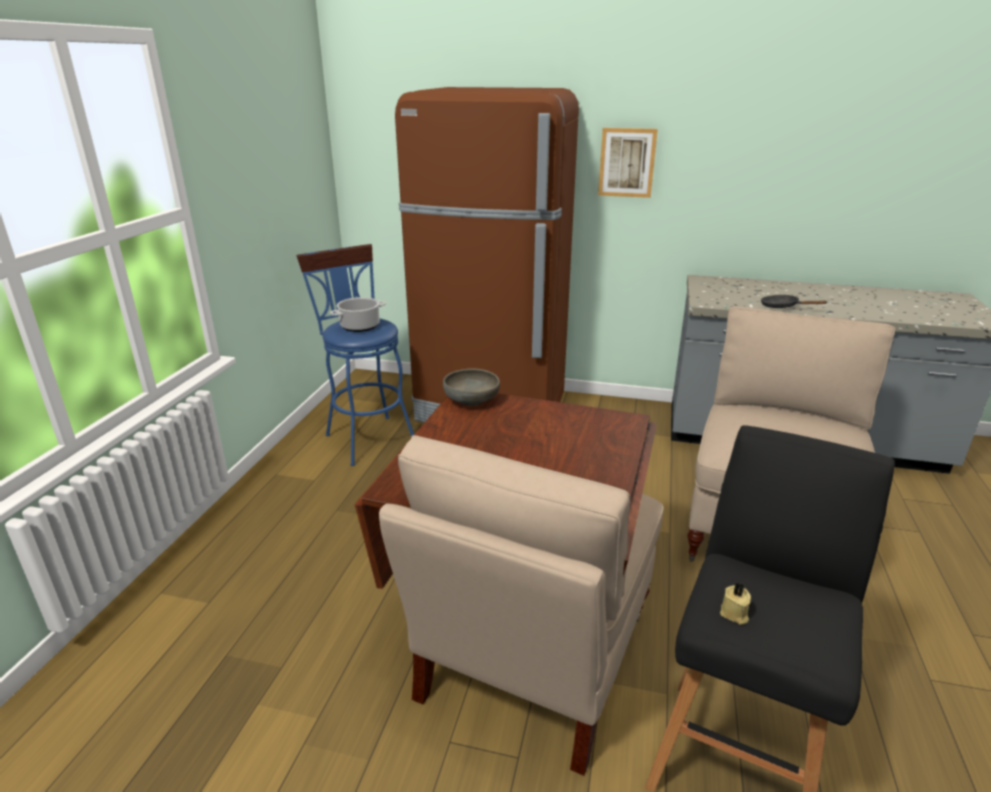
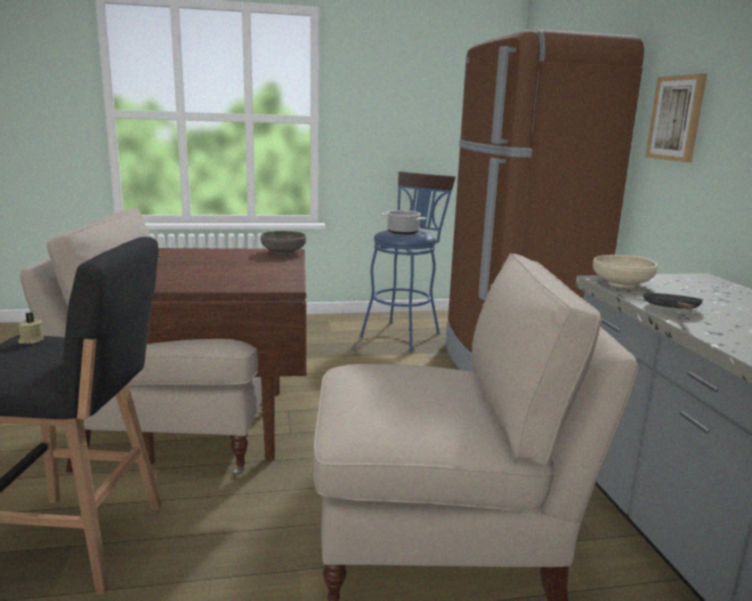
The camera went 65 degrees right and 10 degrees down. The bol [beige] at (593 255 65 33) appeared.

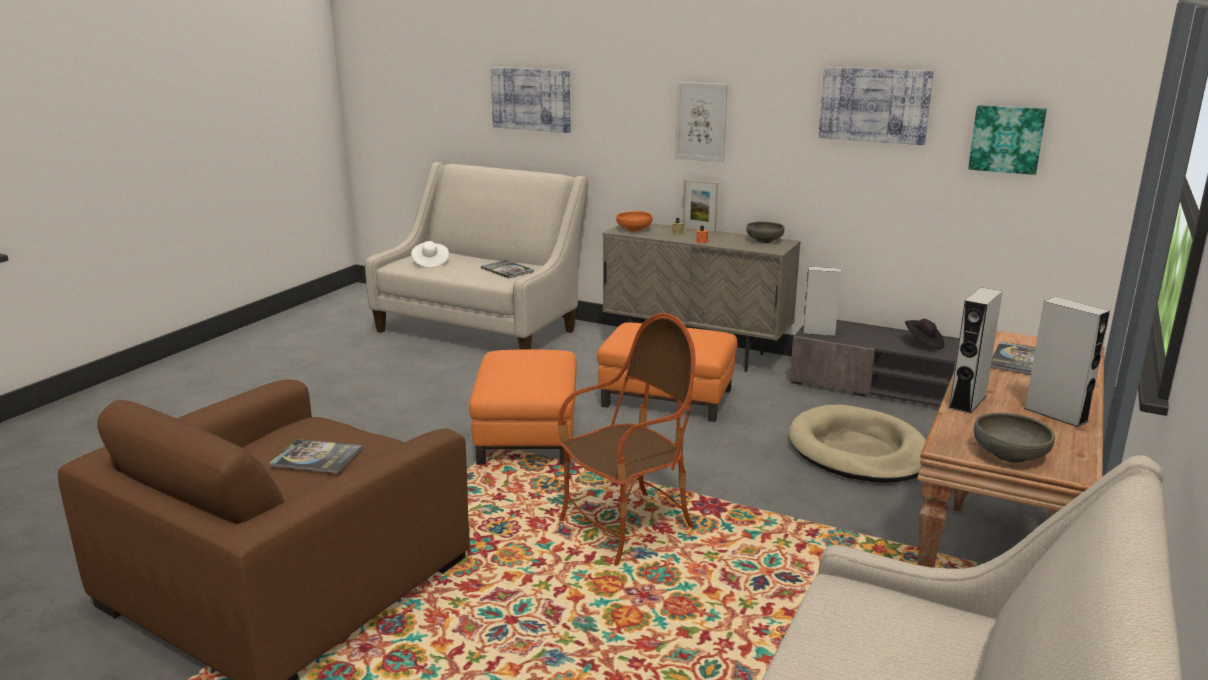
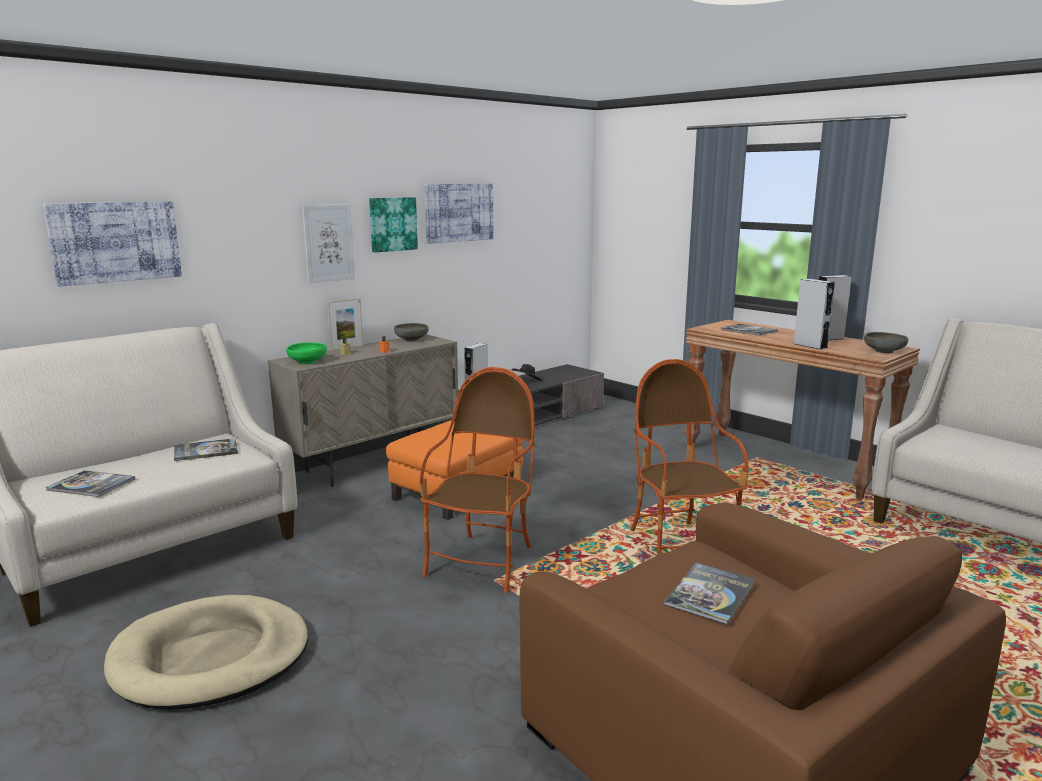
The camera went 70 degrees left and 5 degrees down. The panier pour chien [beige] moved from (789 404 137 79) to (104 595 204 115). The tableau moved from (968 105 79 70) to (369 197 49 55). The chapeau [blanc] at (411 241 38 27) was replaced by the livre at (46 470 89 27). The pouf [orange] at (469 349 108 115) was replaced by the fauteuil at (420 367 115 226). The bol [orange] at (616 211 37 21) became the bol [vert] at (286 342 41 22).

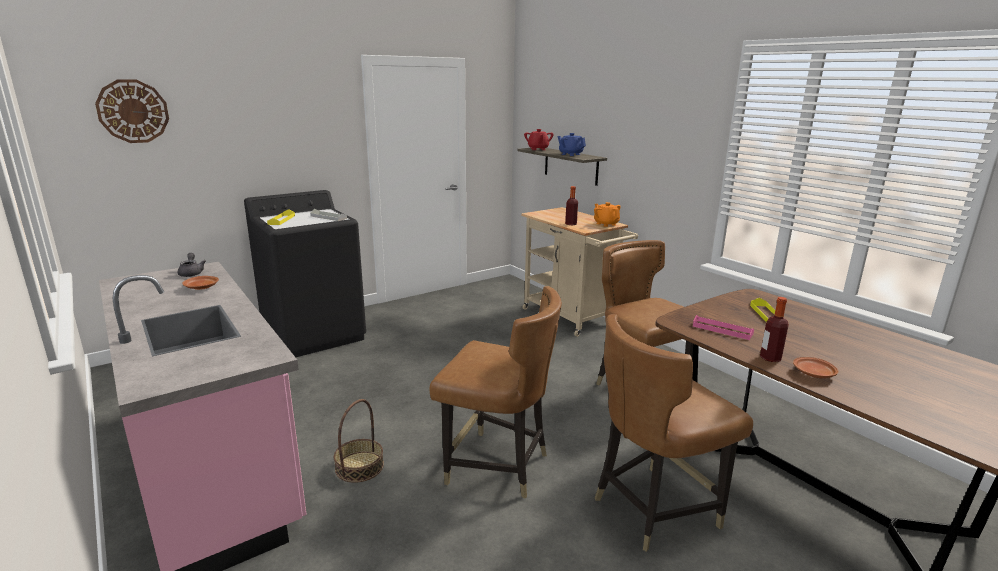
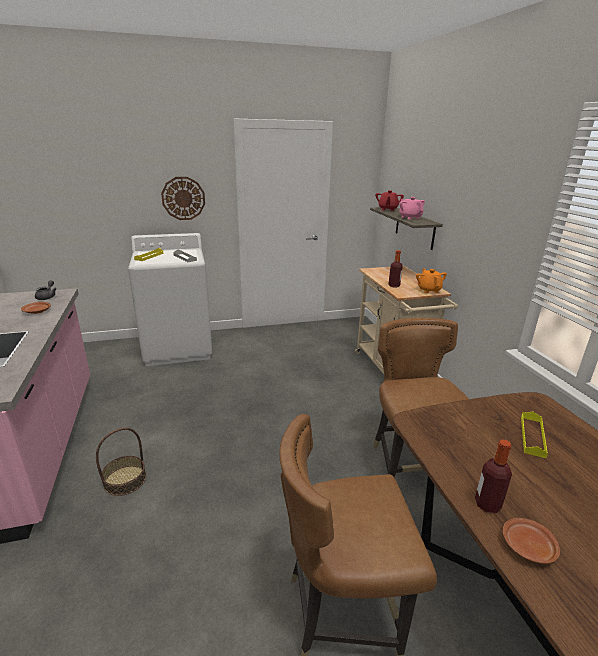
The camera went 20 degrees right and 5 degrees up. The chaise [marron] at (429 286 133 213) disappeared. The plateau [rose] at (693 315 61 25) disappeared. The horloge murale moved from (95 79 74 64) to (161 177 44 43). The lave-linge [noir] at (244 190 122 167) became the lave-linge [blanc] at (128 233 84 133). The théière [bleu] at (557 133 29 23) became the théière [rose] at (399 197 26 23).

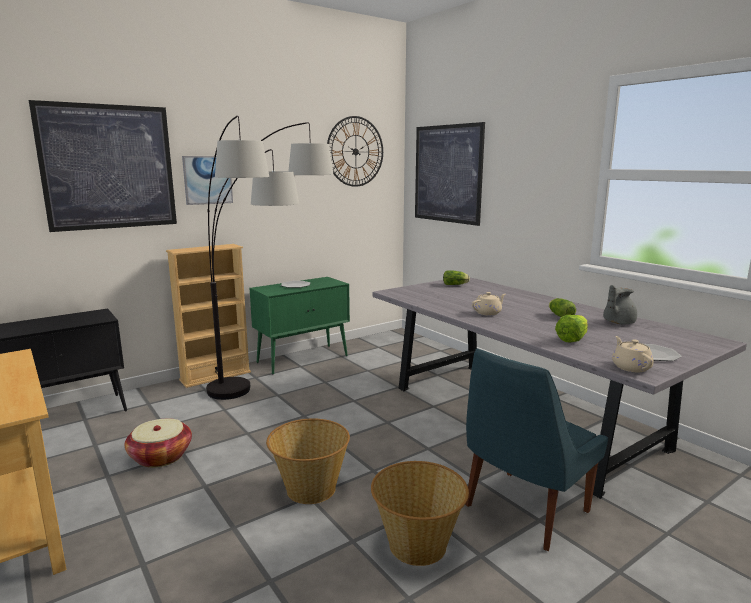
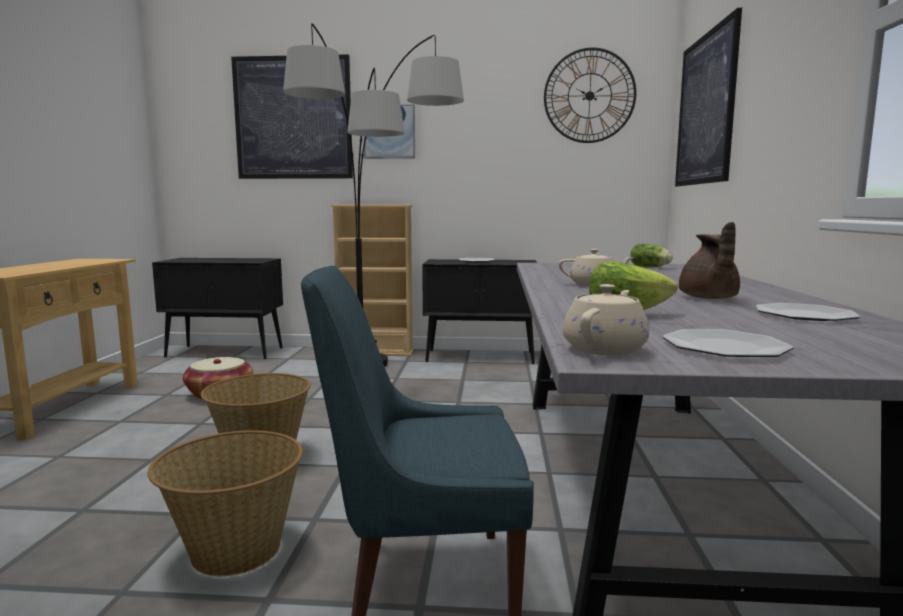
The camera went 40 degrees right and 5 degrees down. The laitue at (549 298 27 19) was replaced by the théière [marron] at (679 222 61 77). The théière [gris] at (603 285 34 40) was replaced by the assiette at (756 303 105 18). The meuble de rangement [vert] at (250 277 100 98) became the meuble de rangement [noir] at (422 259 115 105).

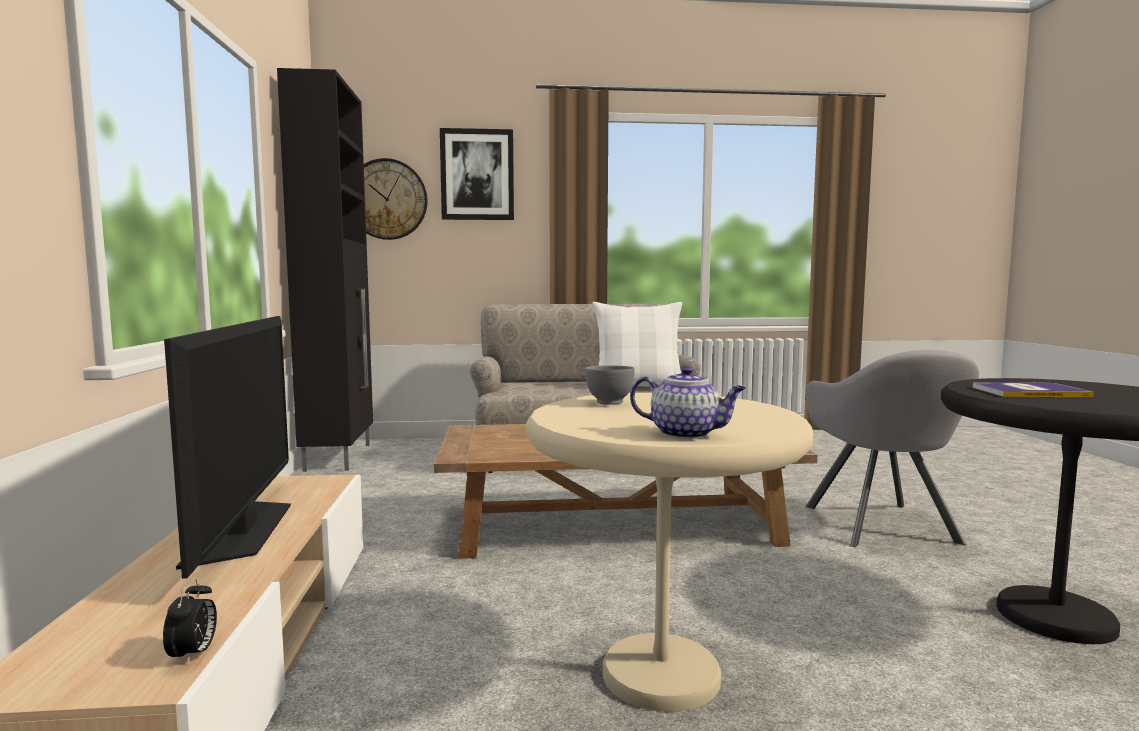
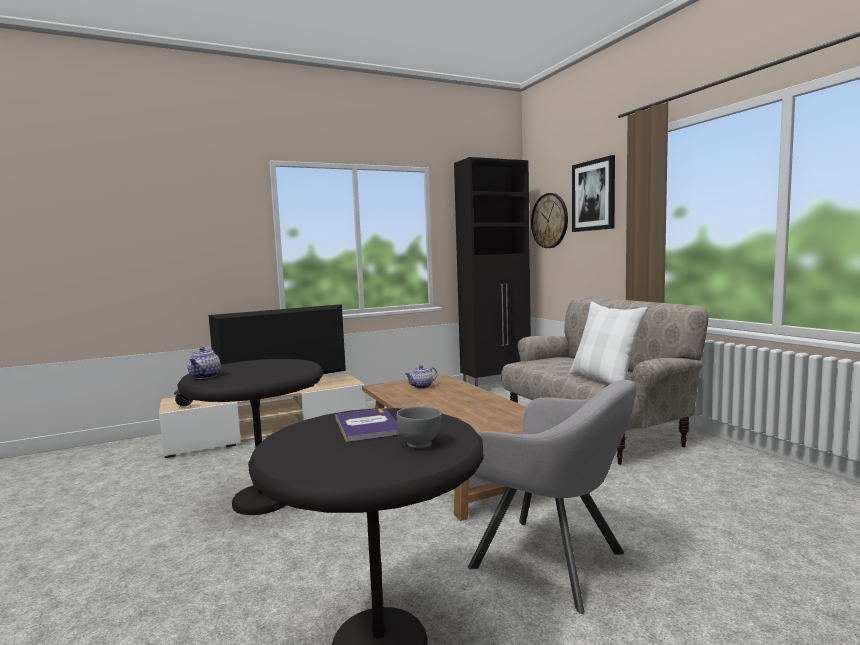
The camera went 70 degrees right and 0 degrees up. The théière at (405 365 32 24) appeared. The bol [gris] moved from (585 365 50 40) to (397 406 45 42). The table d'appoint [beige] at (526 393 287 319) became the table d'appoint [noir] at (177 359 146 156). The fauteuil [gris] at (806 350 173 197) turned 120 degrees counterclockwise.

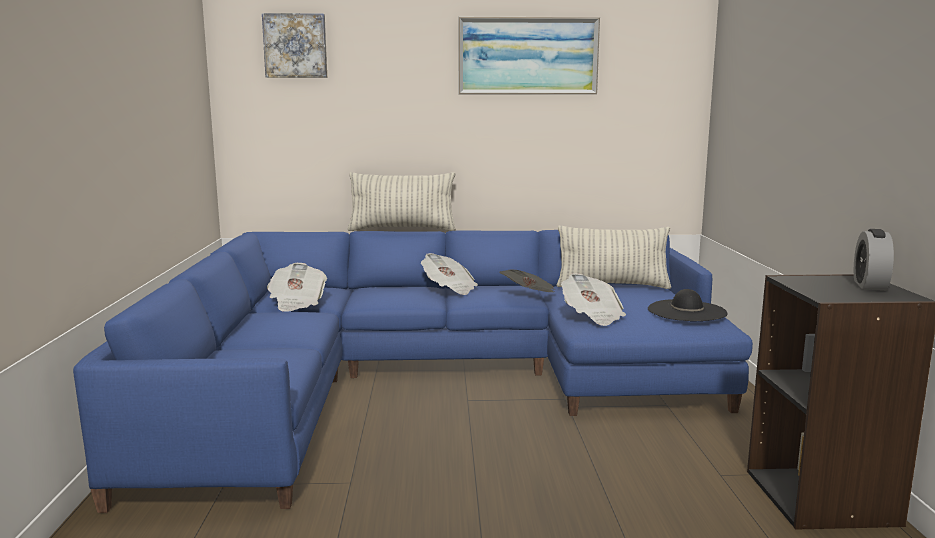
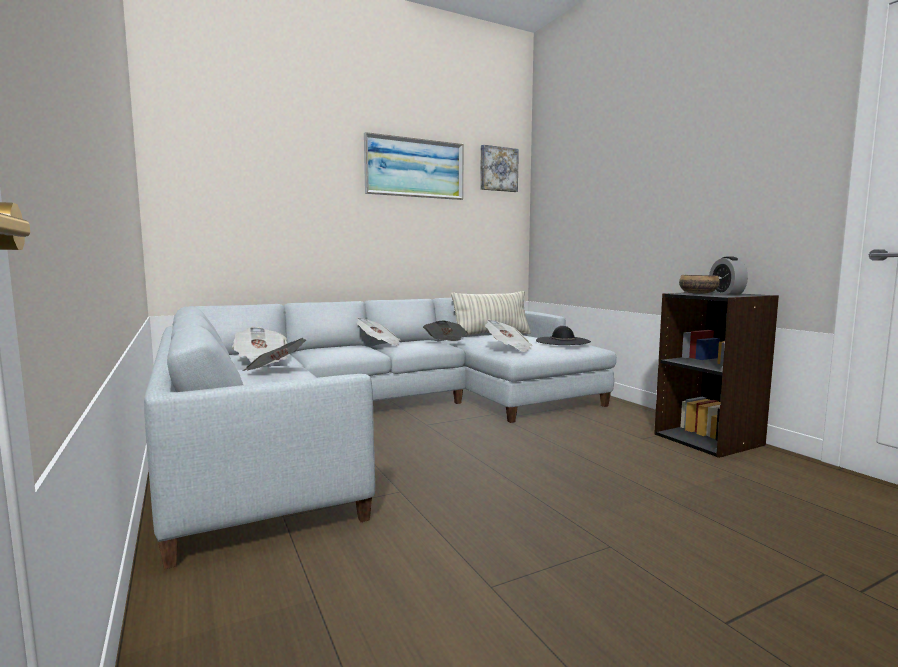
The camera went 25 degrees left and 5 degrees down. The coussin at (348 172 108 59) disappeared. The journal at (242 338 64 33) appeared. The bol at (679 275 41 19) appeared. The tableau moved from (262 13 65 65) to (480 145 39 47). The canapé [bleu] at (73 230 680 283) became the canapé [gris] at (144 298 472 271).

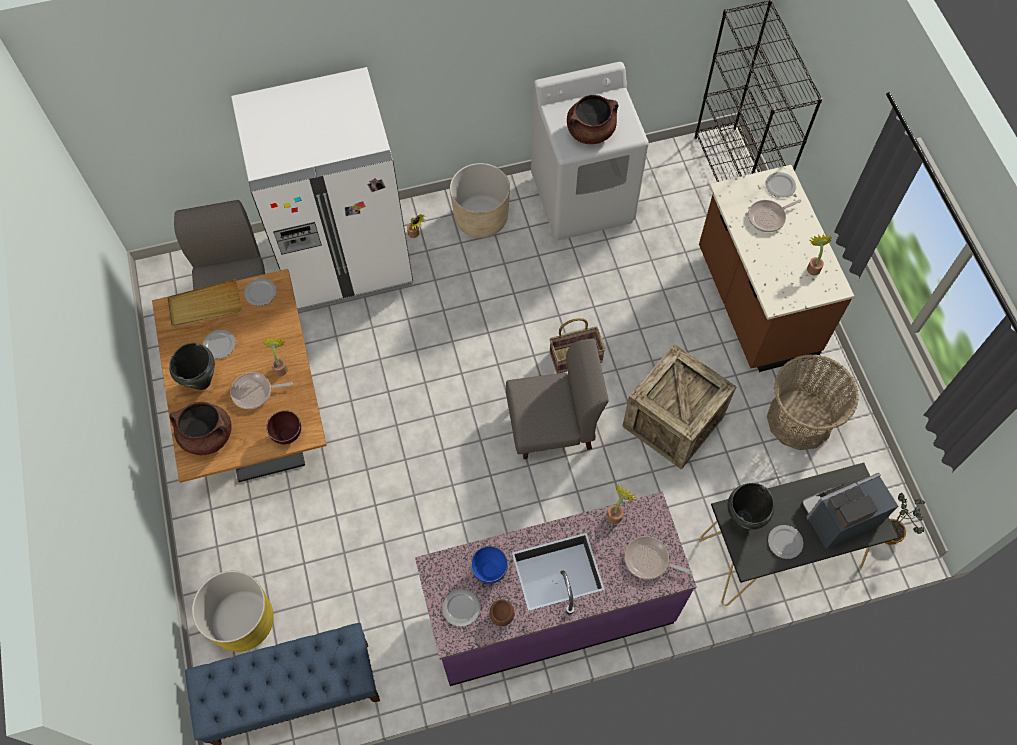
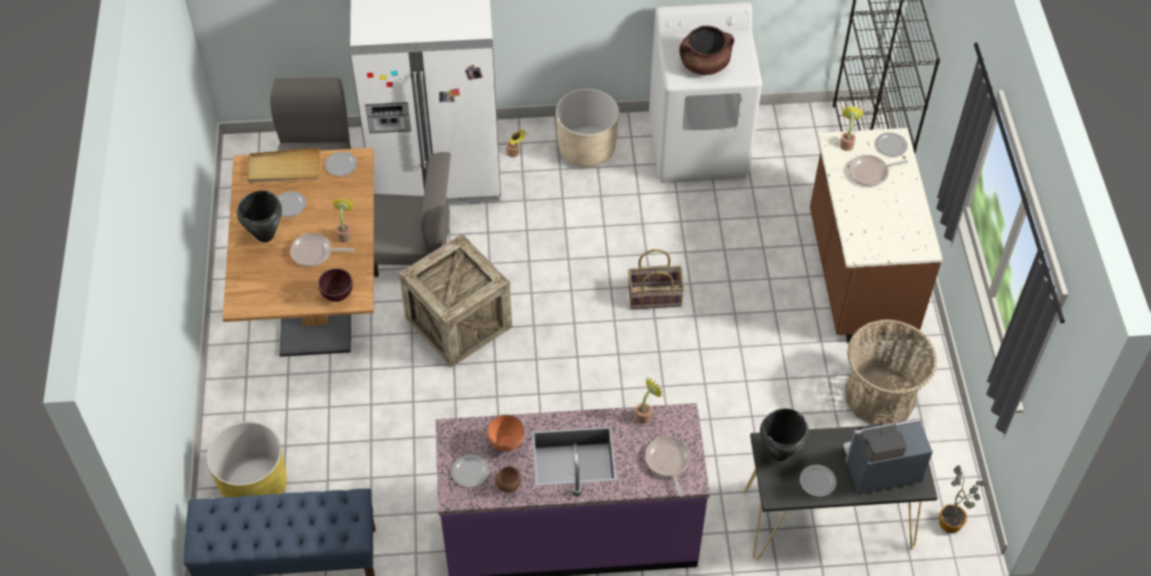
The camera went 10 degrees right and 10 degrees down. The marmite [marron] at (170 402 62 53) disappeared. The chaise [gris] moved from (506 339 103 120) to (374 152 77 125). The caisse moved from (622 344 115 126) to (399 234 113 133). The plante en pot moved from (807 234 25 41) to (840 105 24 46). The bol [bleu] at (471 546 37 38) became the bol [orange] at (487 415 37 36). The poêle at (625 536 67 44) turned 45 degrees clockwise.

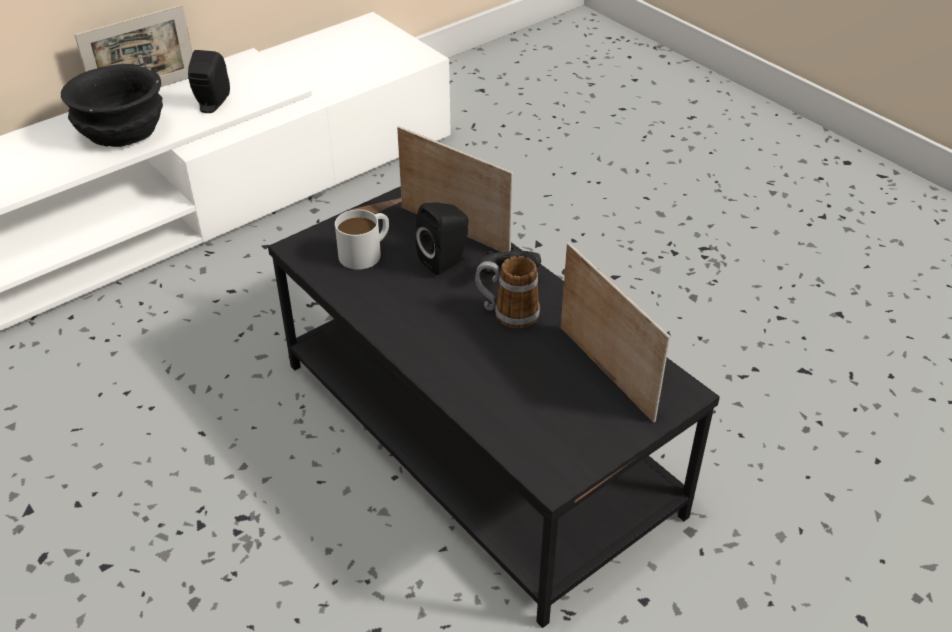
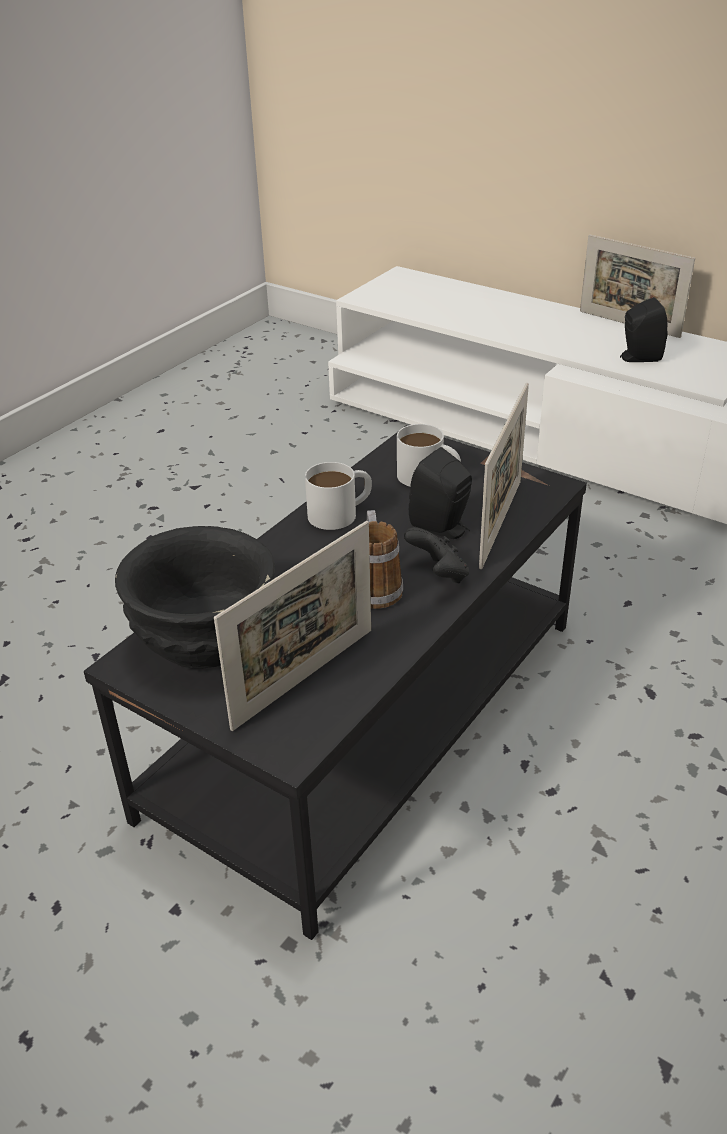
The camera went 75 degrees right and 5 degrees down. The mug [blanc] at (305 462 67 68) appeared. The bol [noir] moved from (61 64 102 83) to (115 526 160 143).

